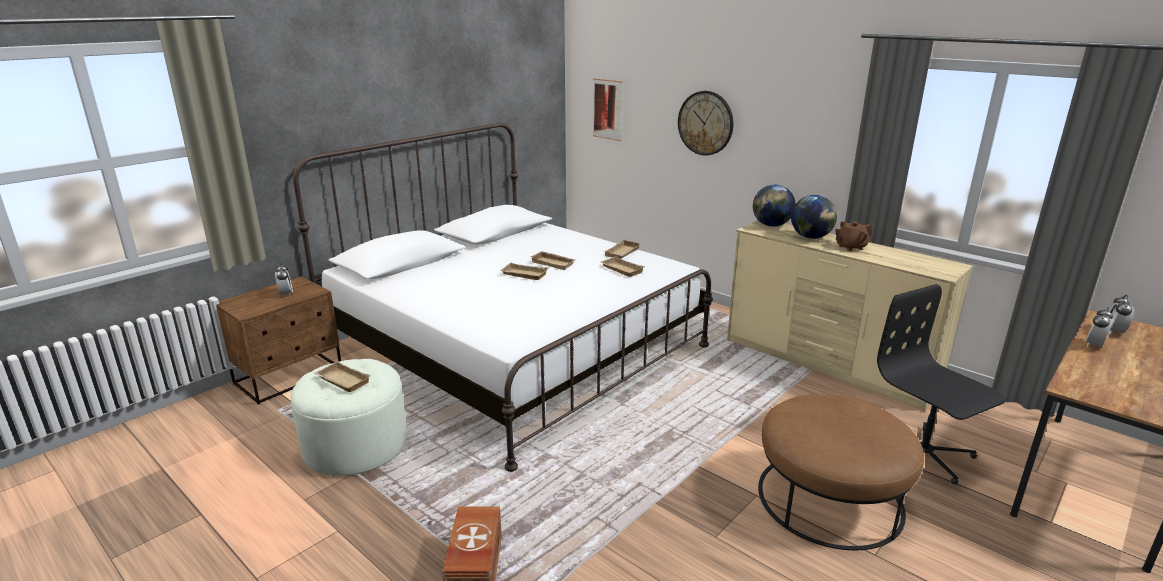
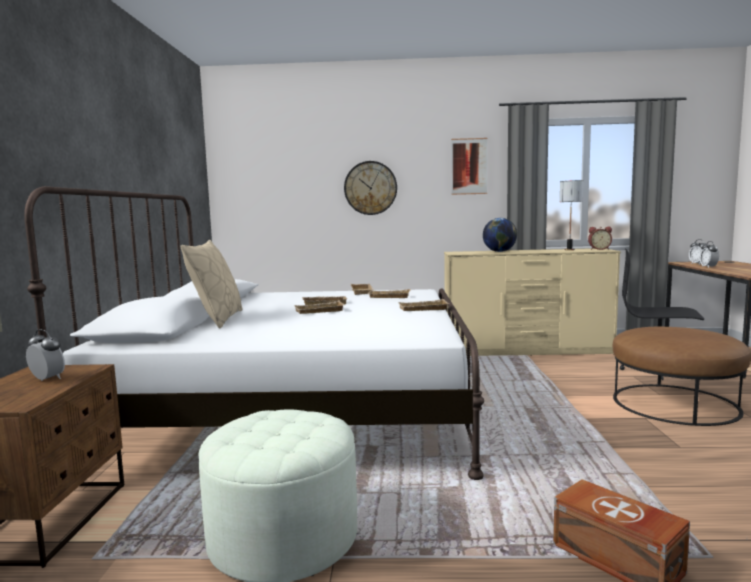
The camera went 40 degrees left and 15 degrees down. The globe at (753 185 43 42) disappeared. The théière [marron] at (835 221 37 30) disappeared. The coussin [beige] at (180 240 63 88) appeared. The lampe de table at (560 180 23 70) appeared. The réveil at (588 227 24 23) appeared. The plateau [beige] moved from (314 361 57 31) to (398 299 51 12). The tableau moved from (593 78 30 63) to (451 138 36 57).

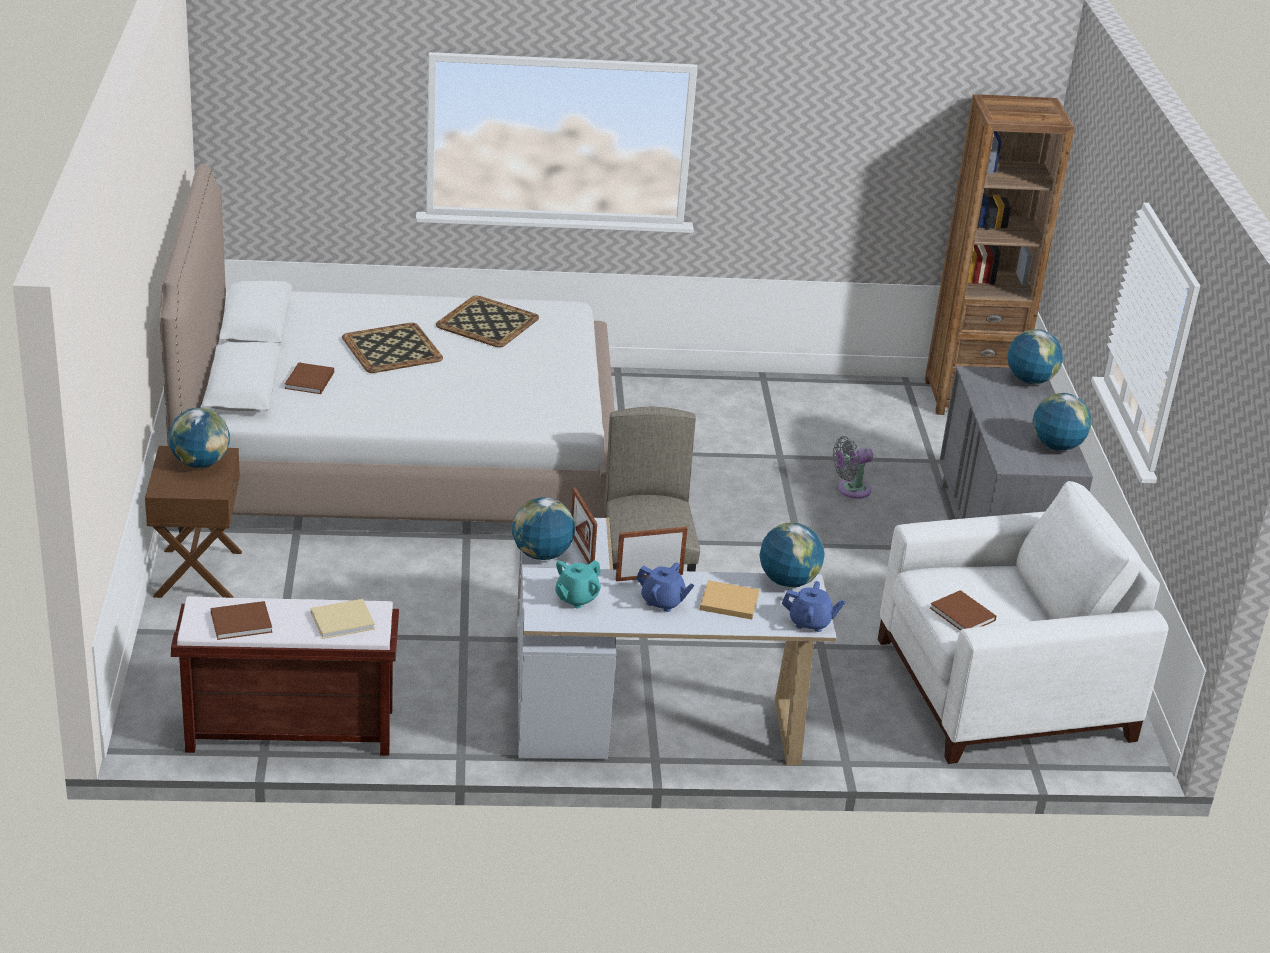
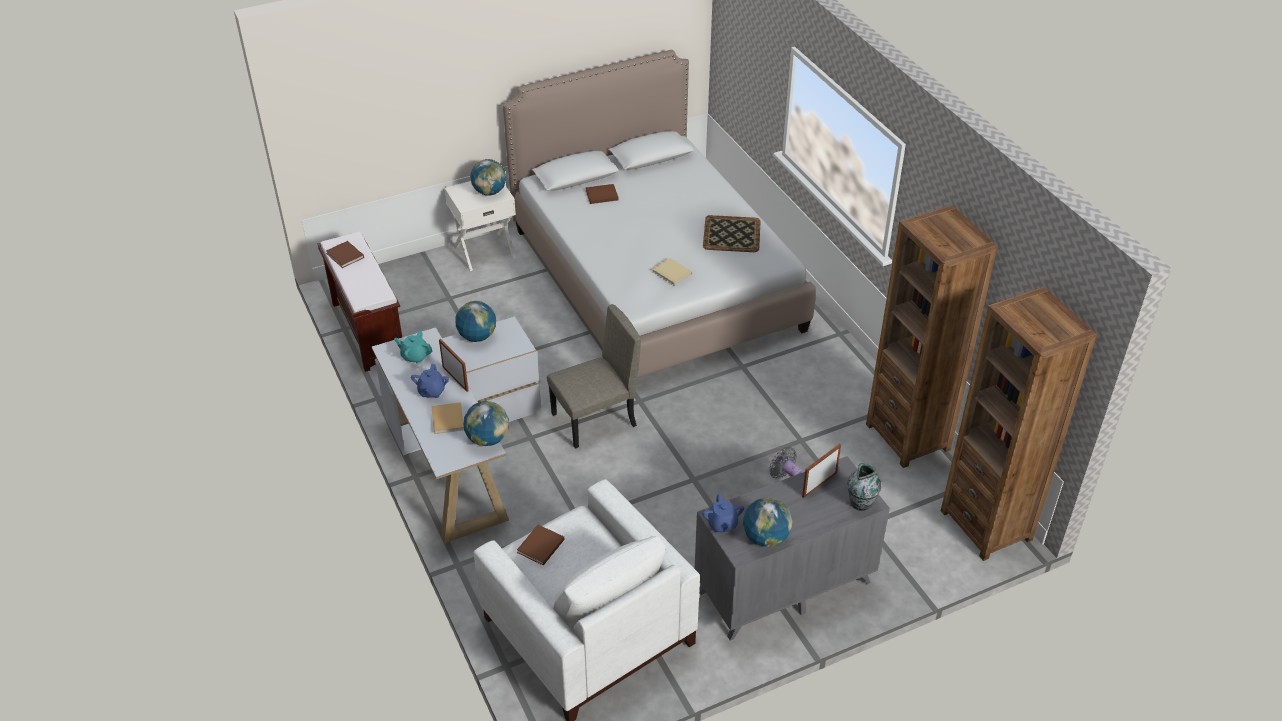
The camera went 70 degrees right and 10 degrees up. The plateau at (342 323 101 50) disappeared. The bibliothèque [marron] at (866 205 132 263) appeared. The livre [beige] moved from (311 599 64 40) to (652 258 40 28). The cadre photo moved from (571 487 26 77) to (802 444 39 54). The théière [bleu] moved from (782 581 63 51) to (703 494 41 39). The globe at (1008 329 55 55) was replaced by the vase at (847 463 34 48). The table de chevet [marron] at (145 446 97 152) became the table de chevet [blanc] at (444 181 72 90).

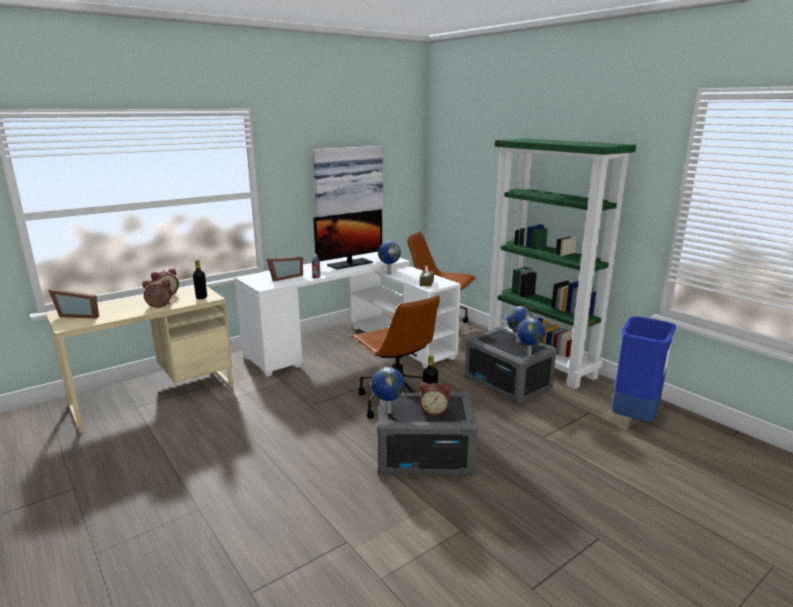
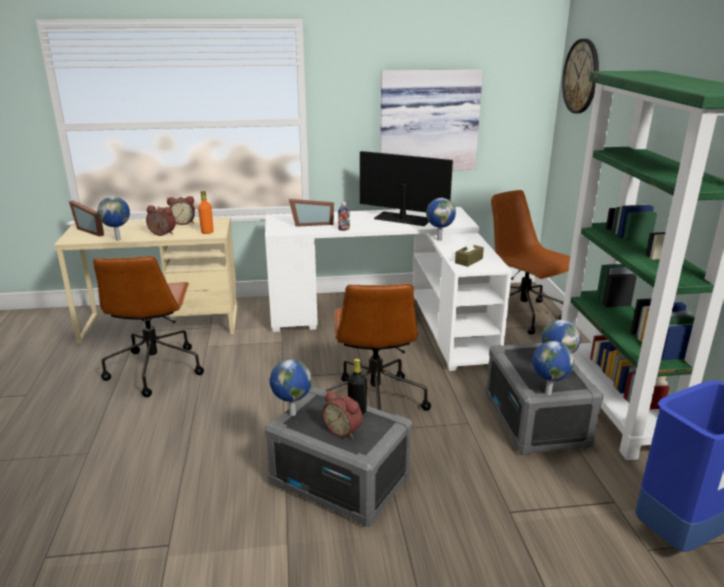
The camera went 30 degrees right and 5 degrees up. The chaise de bureau [marron] at (93 256 111 141) appeared. The globe at (97 196 33 45) appeared. The horloge murale at (562 39 37 74) appeared. The bouteille [noir] at (193 260 14 39) became the bouteille [orange] at (198 190 16 44). The écran d'ordinateur at (313 209 69 61) turned 150 degrees counterclockwise.

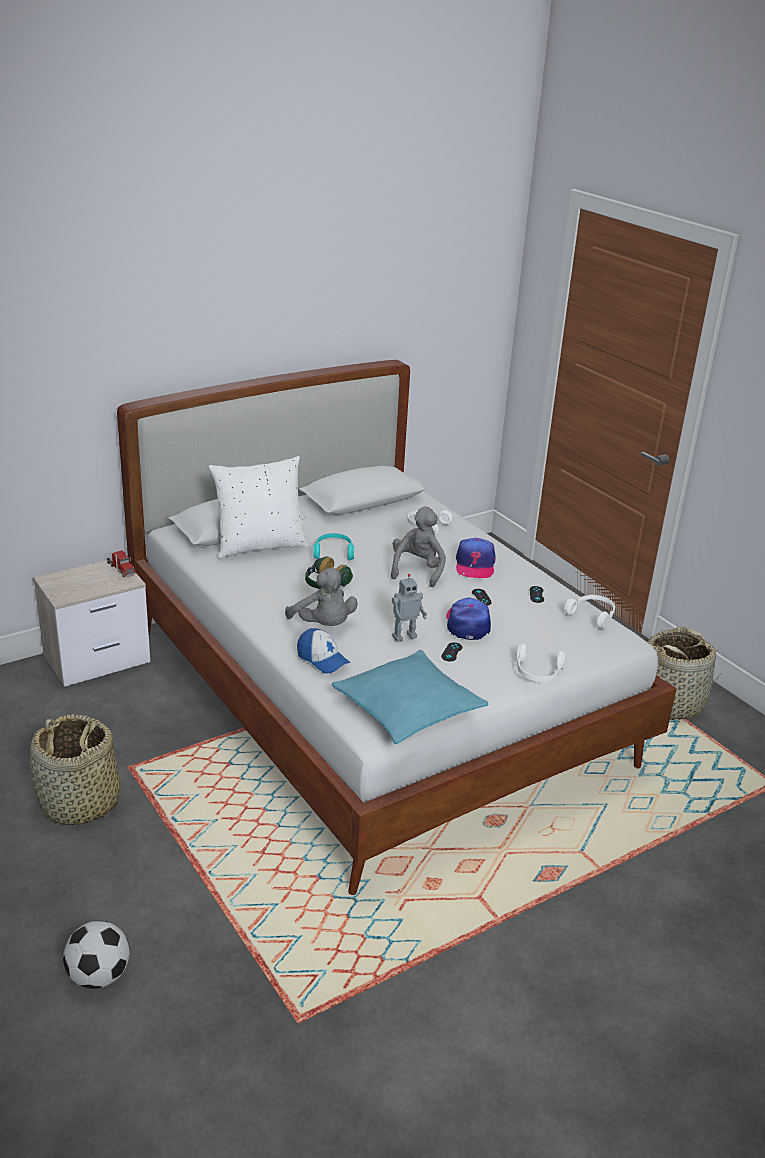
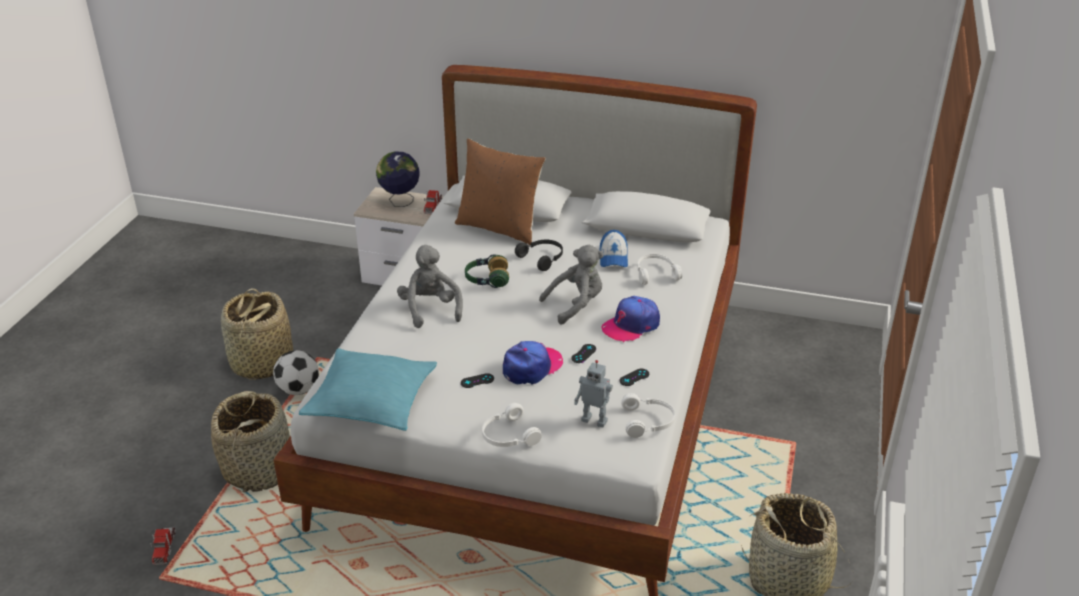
The camera went 50 degrees right and 5 degrees up. The camion jouet at (150 527 26 38) appeared. The panier at (211 391 79 101) appeared. The globe at (376 152 43 55) appeared. The ballon de foot moved from (63 921 67 68) to (273 350 46 45). The casquette moved from (297 628 53 46) to (600 230 28 37). The robot jouet moved from (392 574 35 68) to (574 360 39 68). The coussin [blanc] at (209 456 99 103) became the coussin [marron] at (455 139 91 106). The casque audio [turquoise] at (313 533 41 27) became the casque audio [noir] at (515 240 48 31). The peluche [gris] at (285 568 73 58) turned 150 degrees clockwise.

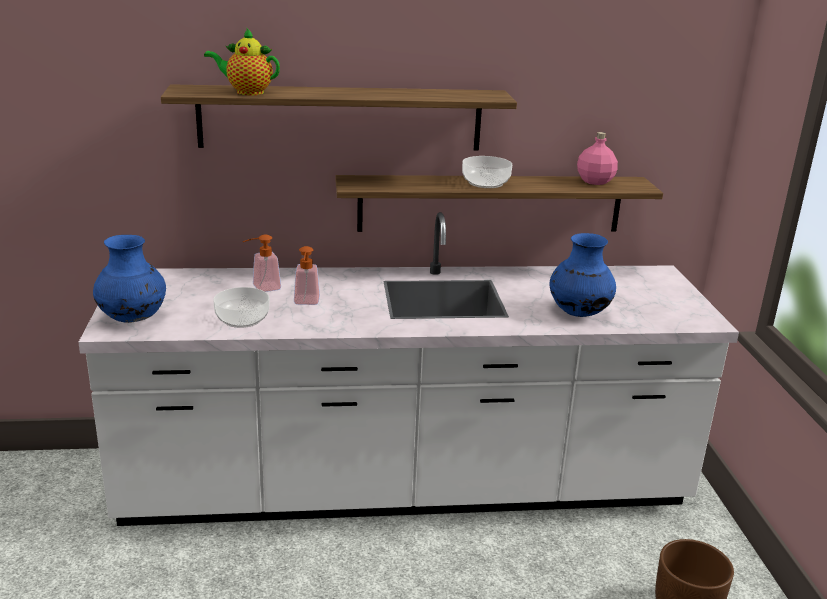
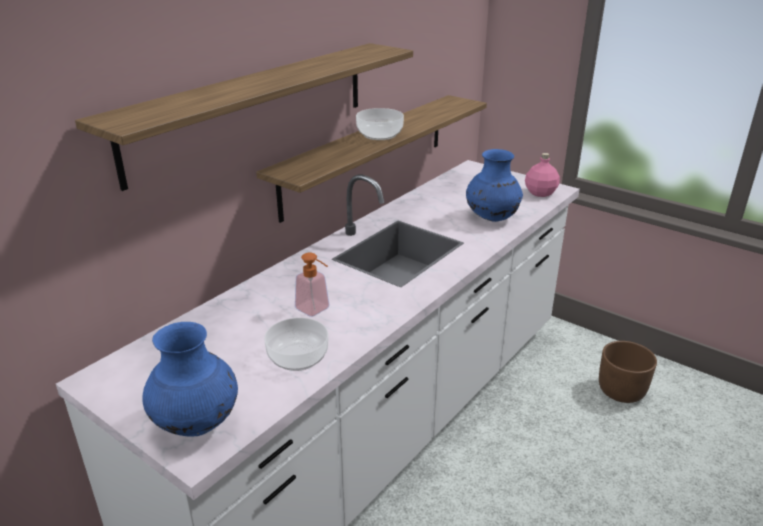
The camera went 45 degrees left and 5 degrees up. The théière at (204 28 76 67) disappeared. The distributeur de savon at (242 234 39 58) disappeared. The bouteille [rose] moved from (577 132 41 53) to (525 153 35 44).

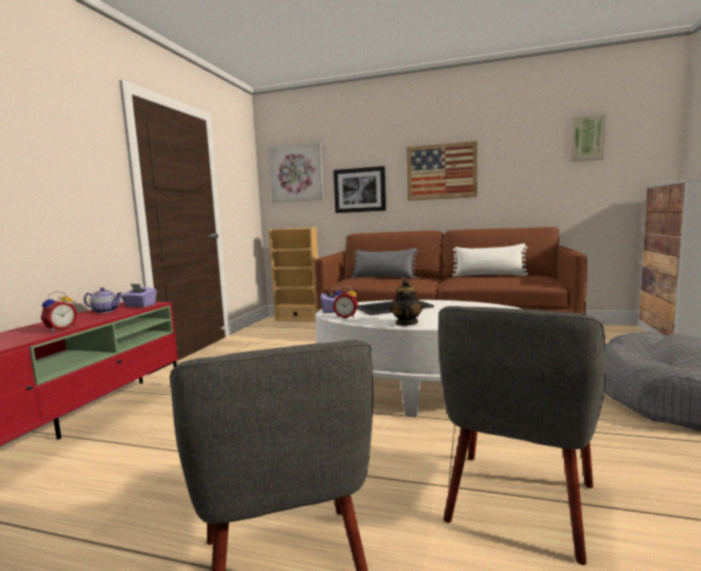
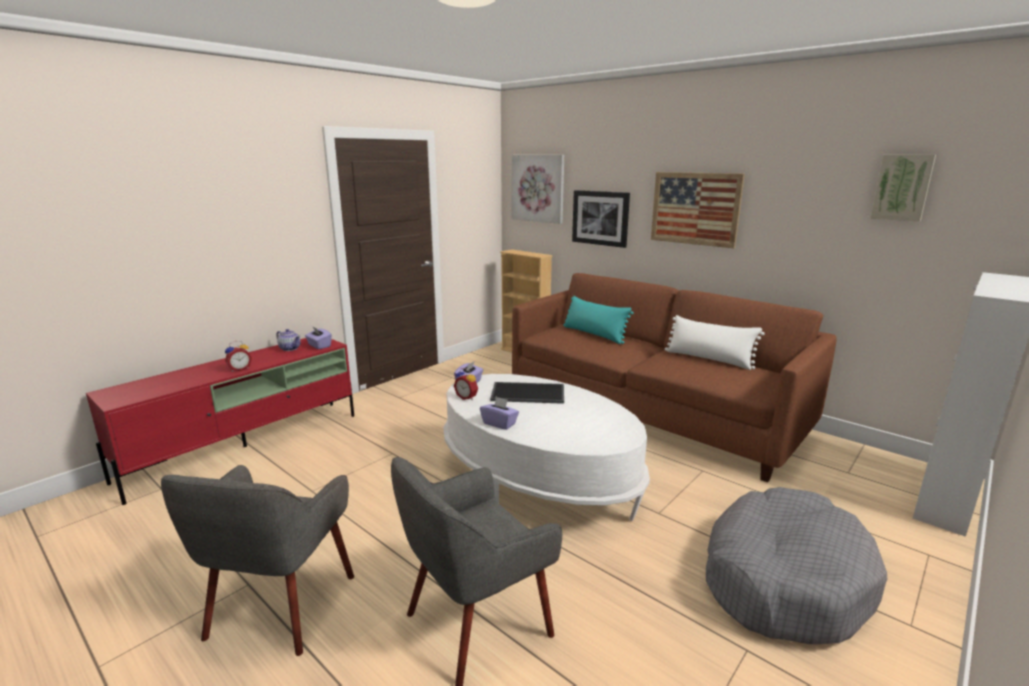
The camera went 25 degrees right and 10 degrees up. The théière at (390 279 34 47) was replaced by the boîte à mouchoirs [violet] at (480 397 39 33). The coussin [gris] at (352 248 67 31) became the coussin [turquoise] at (563 296 71 48).

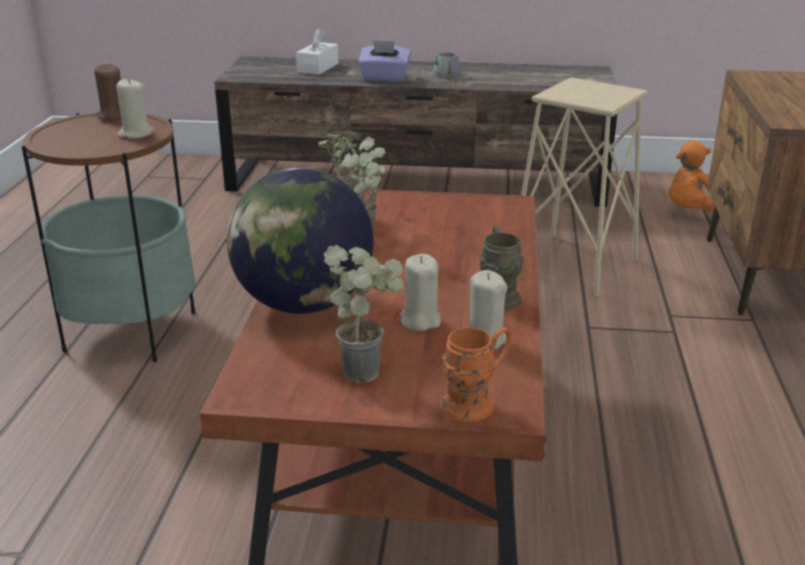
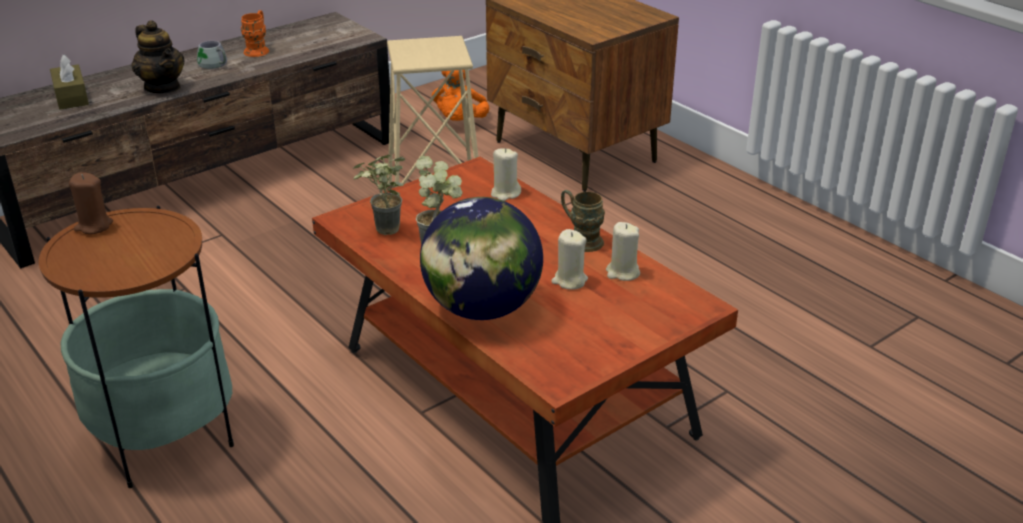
The camera went 45 degrees left and 5 degrees up. The plante en pot at (324 245 80 138) disappeared. The bougie [beige] moved from (116 78 38 60) to (491 148 30 53). The mug [orange] moved from (440 327 71 95) to (241 10 28 47). The boîte à mouchoirs [violet] at (358 40 53 42) was replaced by the théière at (131 20 54 73). The boîte à mouchoirs [blanc] at (296 28 43 47) became the boîte à mouchoirs [marron] at (50 54 39 56).

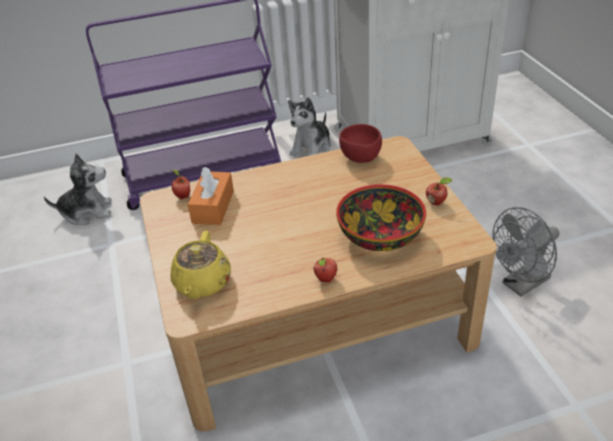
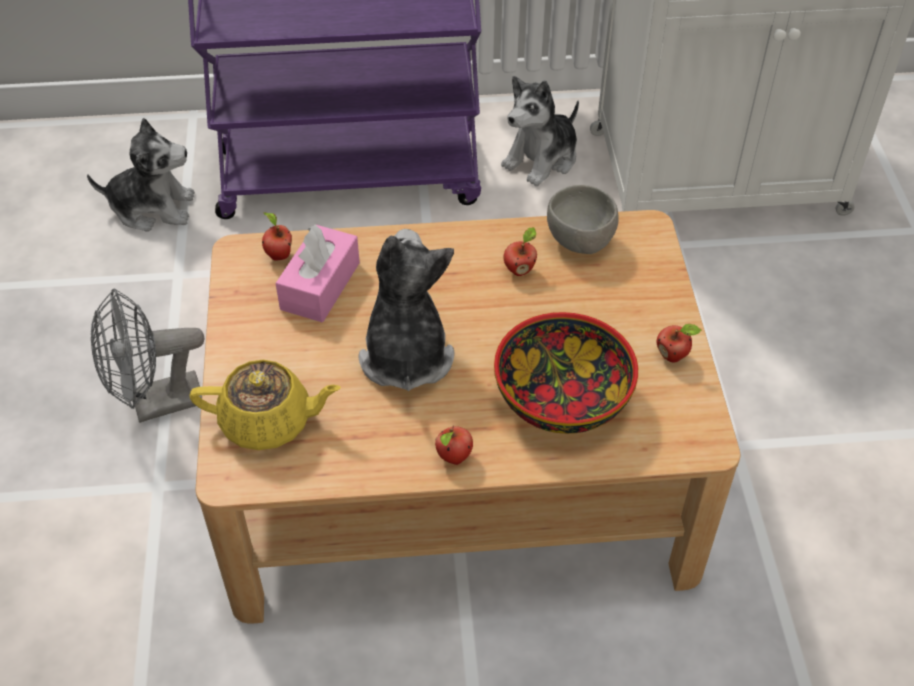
The camera went 10 degrees right and 10 degrees up. The peluche at (358 229 96 162) appeared. The pomme at (503 227 34 49) appeared. The ventilateur [gris] moved from (493 207 67 90) to (91 288 113 135). The boîte à mouchoirs [orange] at (188 167 46 58) became the boîte à mouchoirs [rose] at (276 224 84 98). The bol [rouge] at (339 124 43 39) became the bol [gris] at (547 185 72 69). The théière [jaune] at (171 231 60 68) turned 105 degrees counterclockwise.

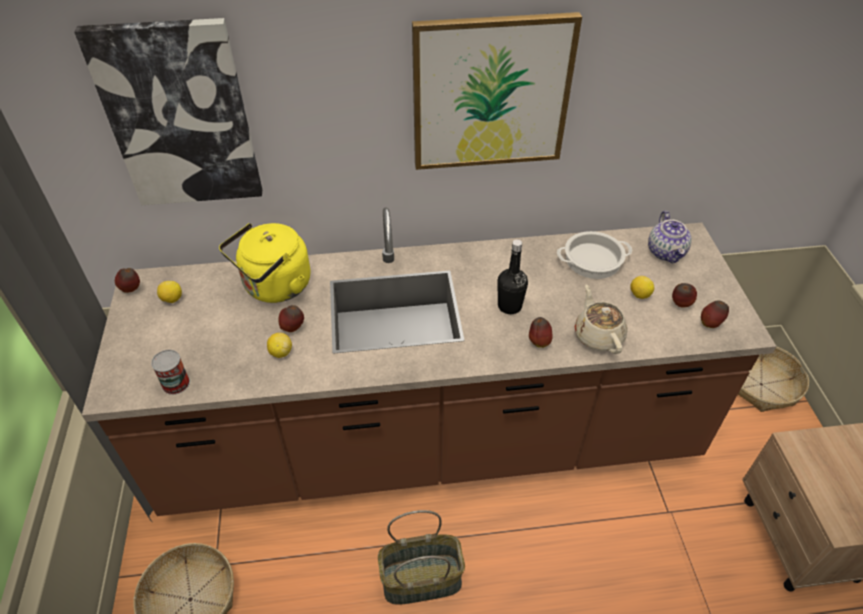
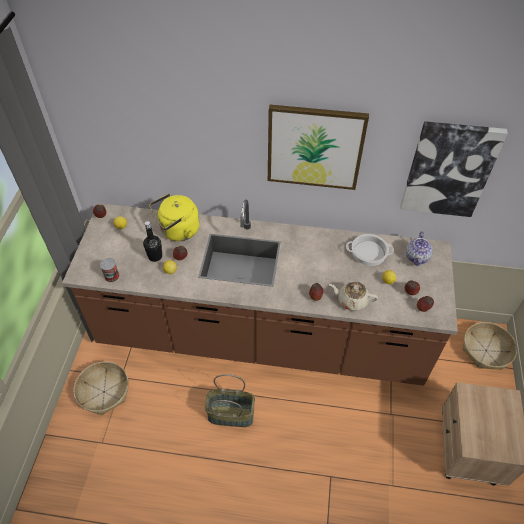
The camera went 15 degrees right and 5 degrees up. The tableau moved from (74 18 188 187) to (400 121 108 96). The bouteille [noir] moved from (497 239 31 75) to (143 221 19 41). The théière [beige] at (575 285 53 69) turned 75 degrees counterclockwise.

